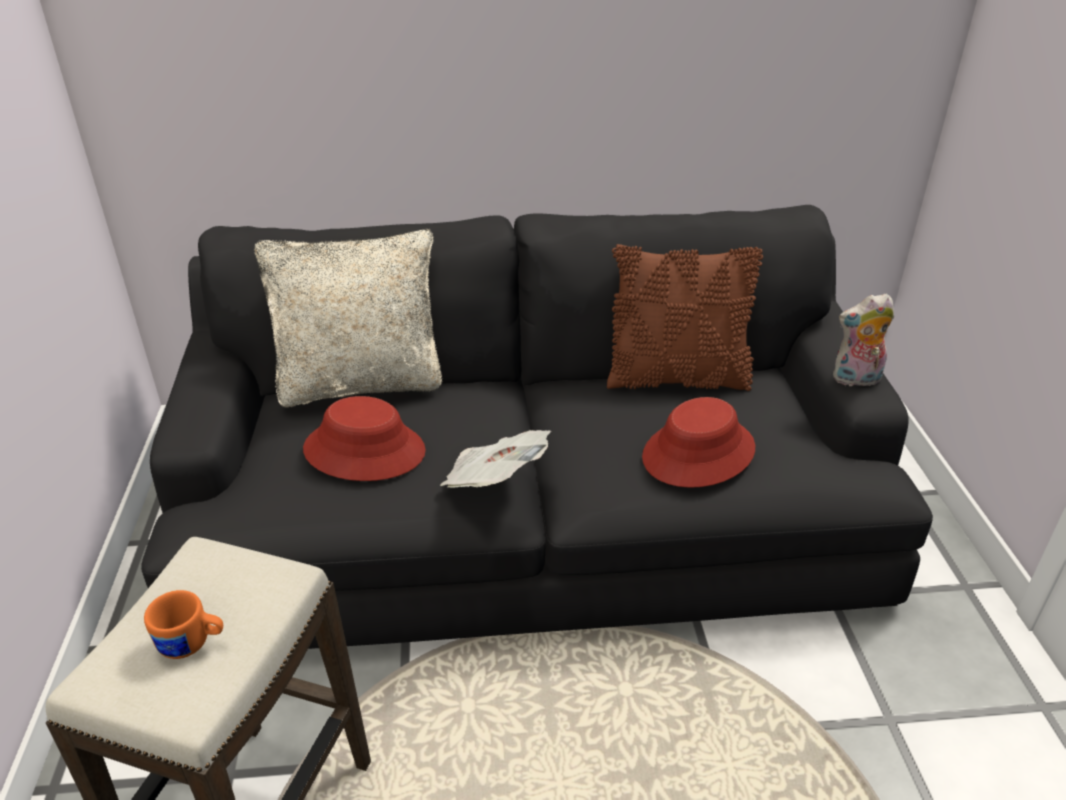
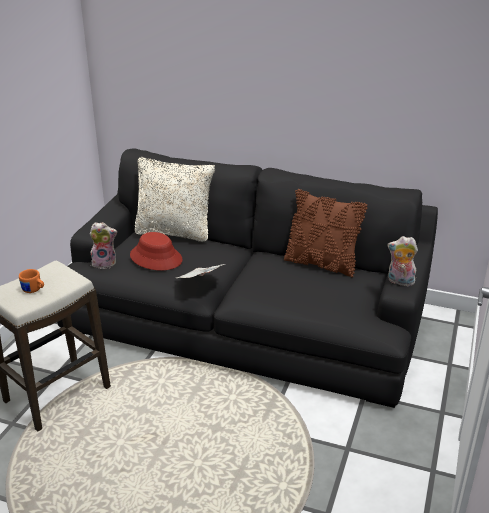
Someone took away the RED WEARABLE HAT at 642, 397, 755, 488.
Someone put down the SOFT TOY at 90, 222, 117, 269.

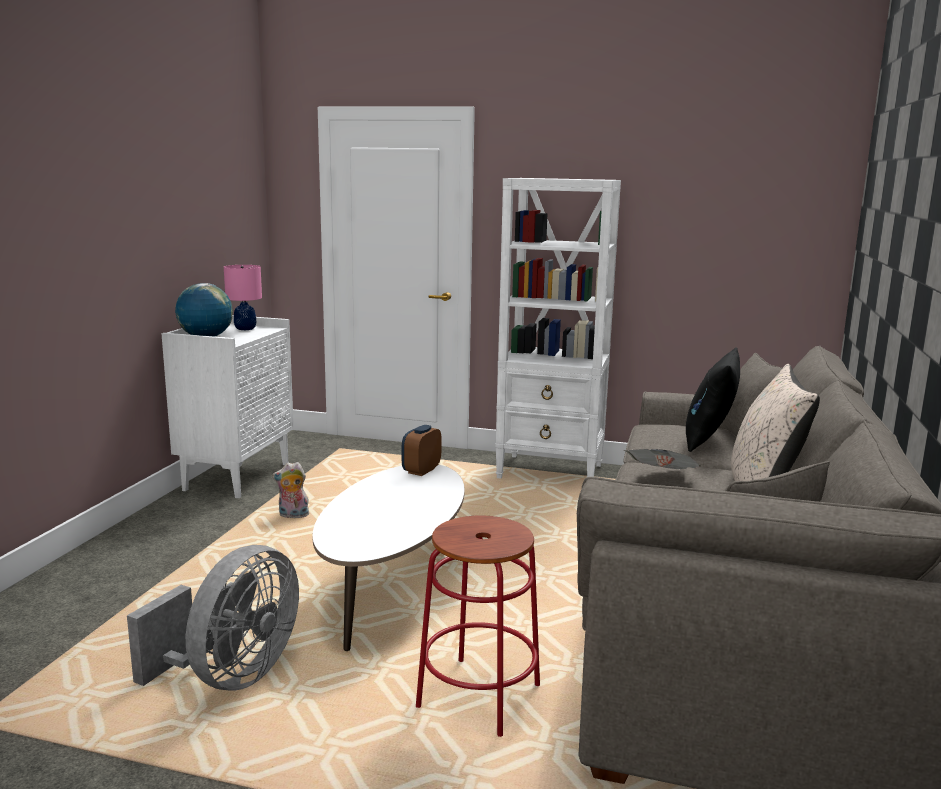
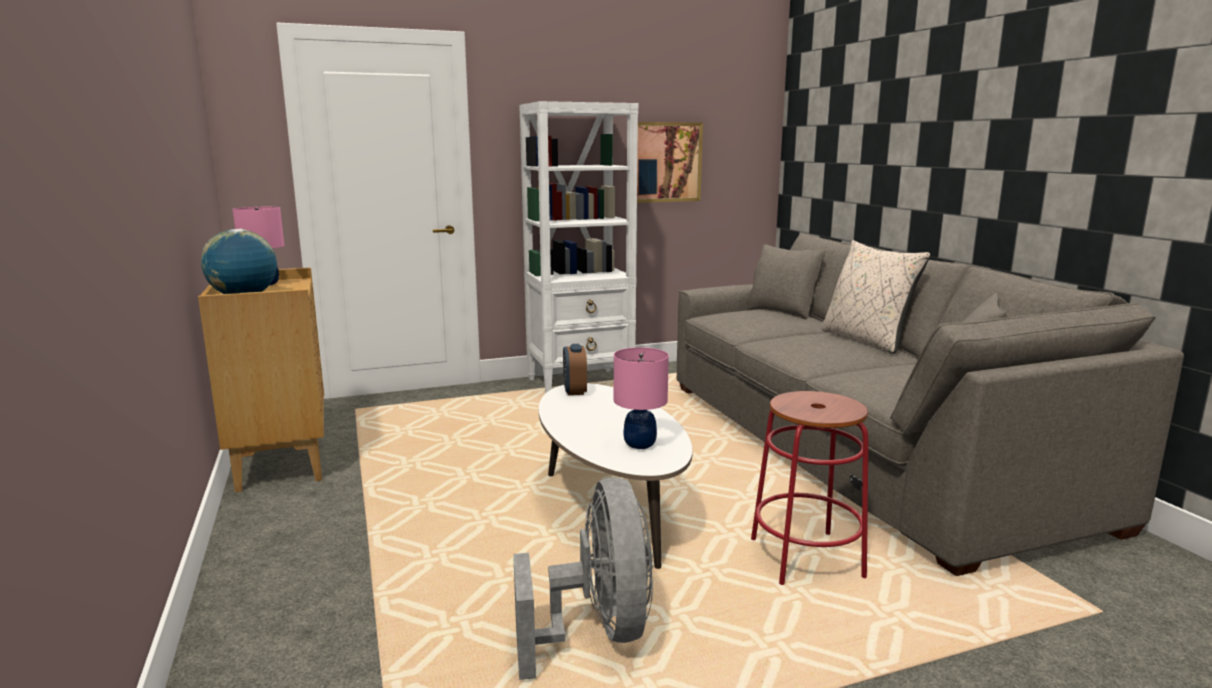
Someone took away the SOFT TOY at 272, 462, 312, 518.
Someone took away the PRINTED PAPER at 624, 449, 701, 469.
Someone took away the BLACK-COLOURED THROW PILLOW at 686, 347, 740, 452.
Someone put down the PINK TABLETOP LAMP at 614, 347, 669, 449.
Someone put up the WALL PICTURE at 637, 122, 703, 203.
Someone repainted the WHITE CUPBOARD at 161, 315, 294, 498, which became the BROWN-COLOURED CUPBOARD at 198, 267, 324, 492.

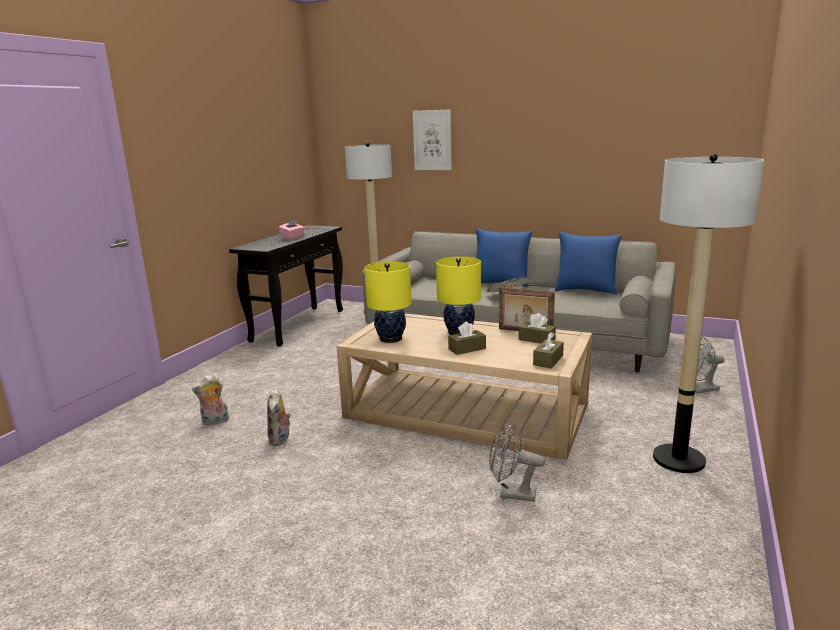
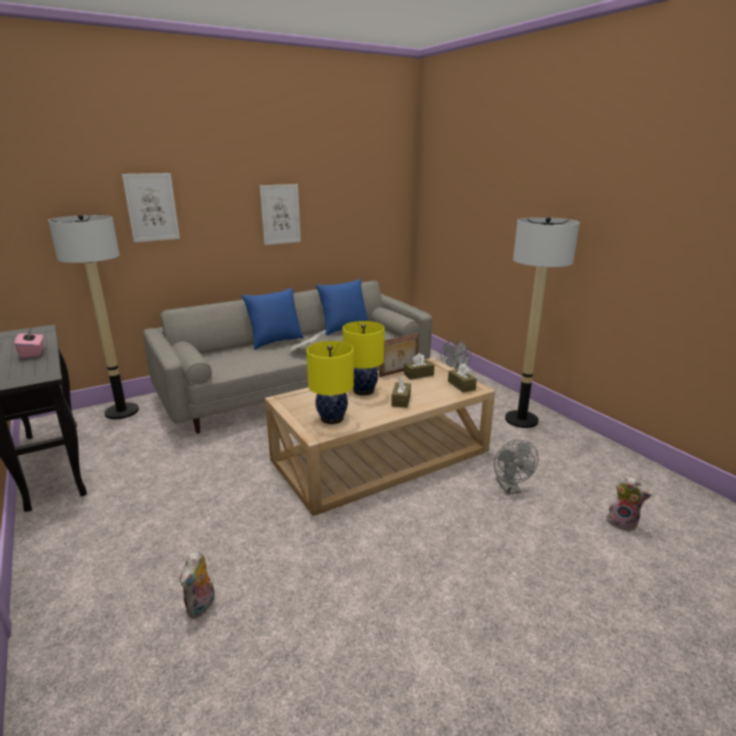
Someone put up the WALL PICTURE at 260, 184, 301, 245.
Someone carried the SOFT TOY from 267, 388, 291, 446 to 606, 476, 652, 532.
Someone rotated the GREYISH ELECTRIC FAN at 489, 423, 545, 502 by 60 degrees counterclockwise.

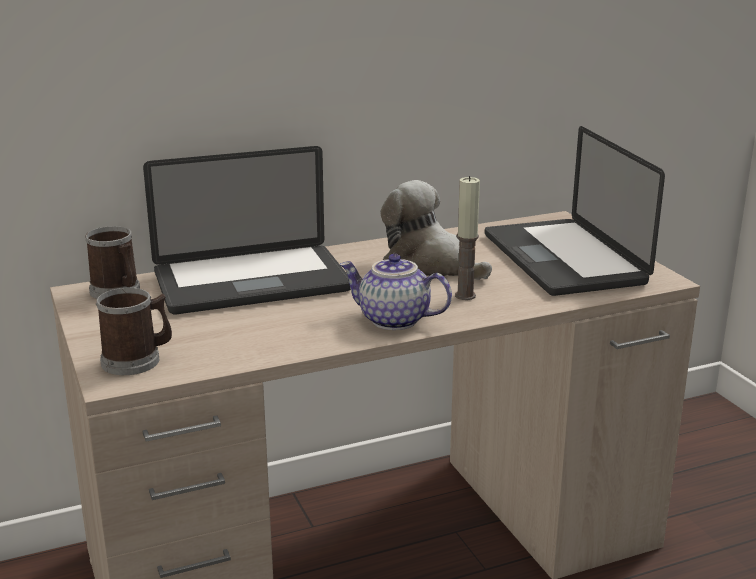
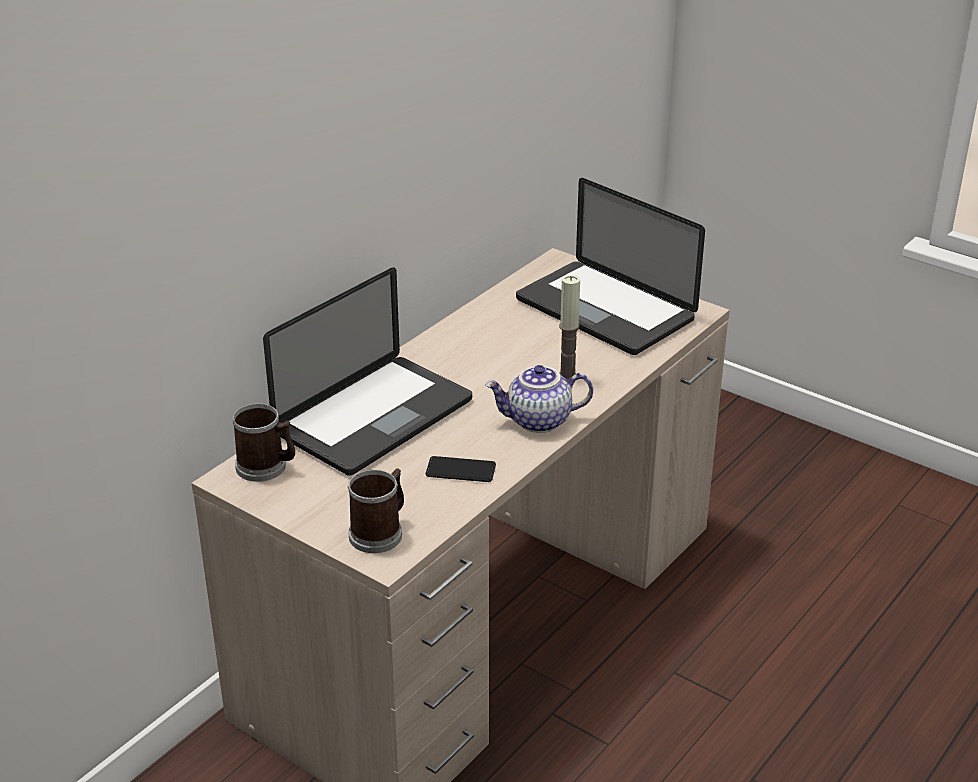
Someone took away the SOFT TOY at 380, 180, 492, 280.
Someone put down the PHONE at 426, 456, 496, 482.

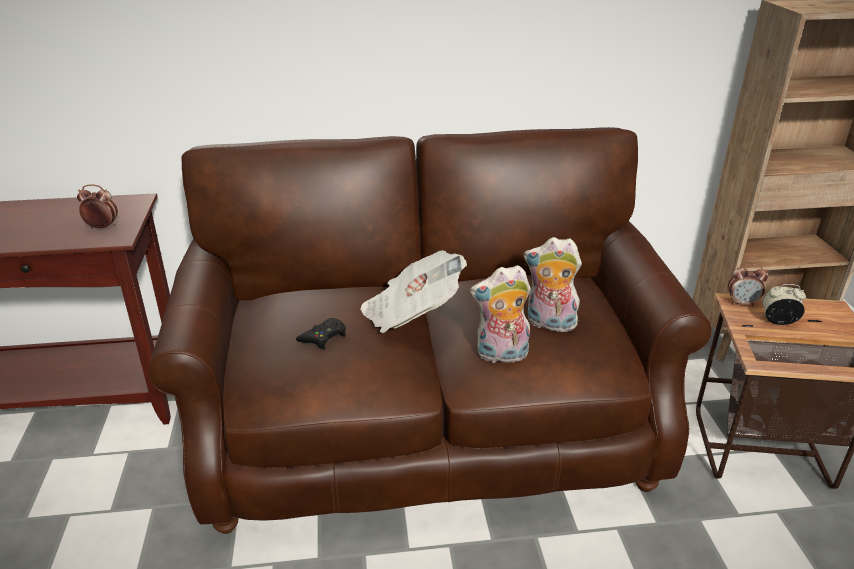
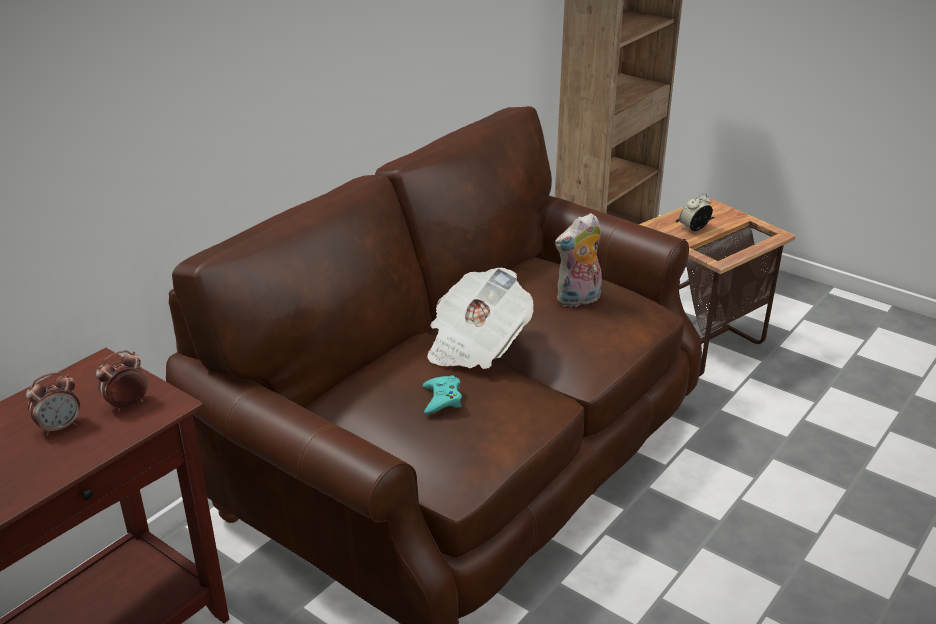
Someone took away the SOFT TOY at 470, 265, 531, 366.
Someone carried the ALARM CLOCK from 728, 264, 768, 306 to 26, 372, 80, 436.
Someone repainted the BLACK-COLOURED JOYPAD at 296, 318, 346, 349, which became the BLUE-GREEN JOYPAD at 422, 375, 462, 414.

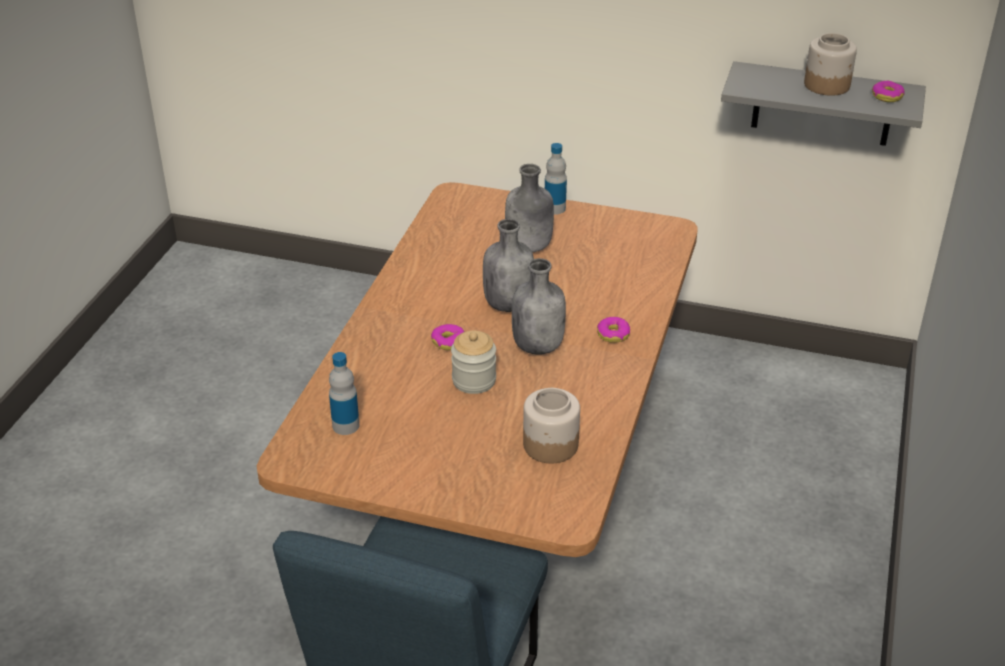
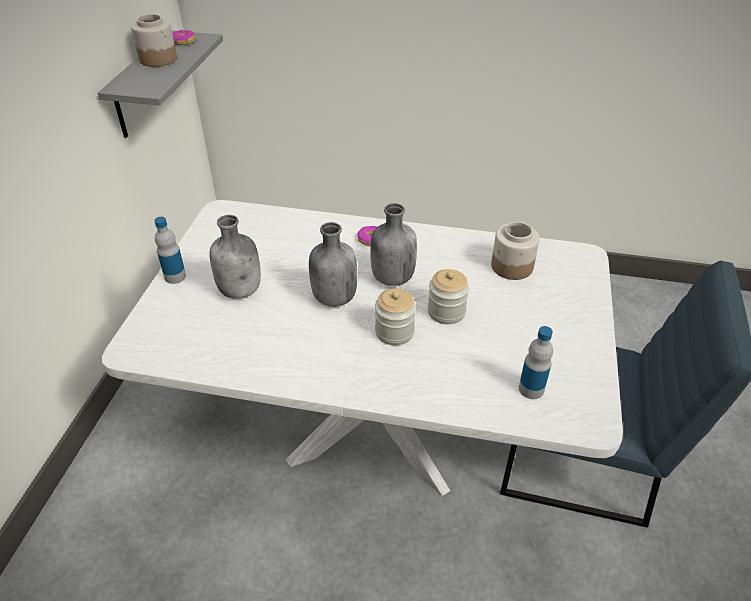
Someone swapped the RING DOUGHNUT at 431, 324, 465, 350 for the PRESERVE JAR at 375, 288, 416, 345.
Someone repainted the BROWN-COLOURED KITCHEN TABLE at 257, 182, 698, 557, which became the WHITE KITCHEN TABLE at 102, 200, 623, 496.

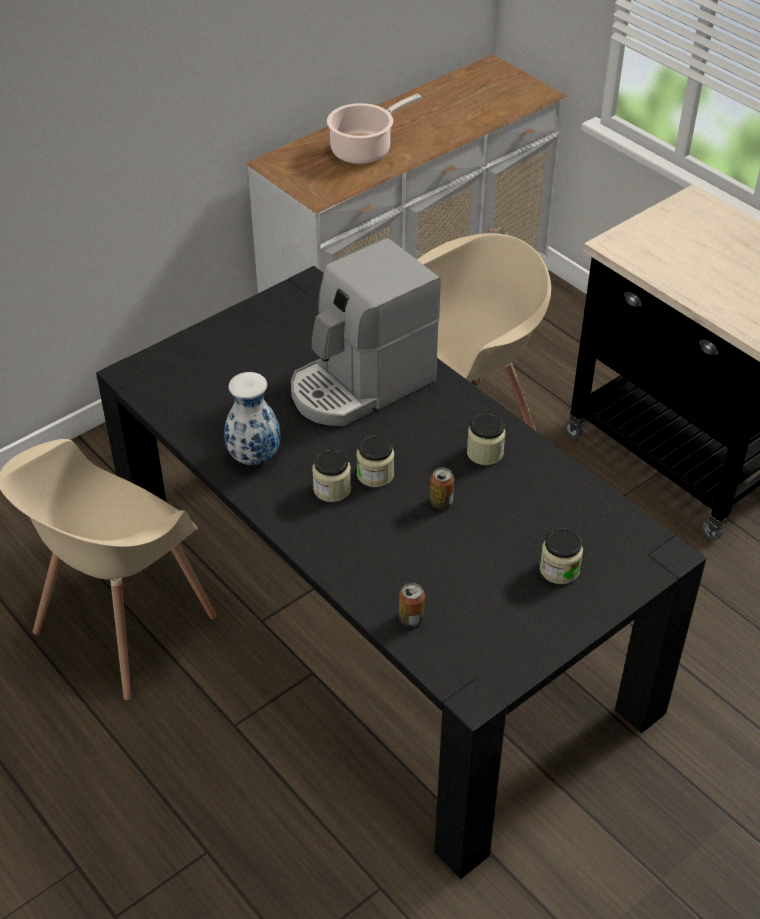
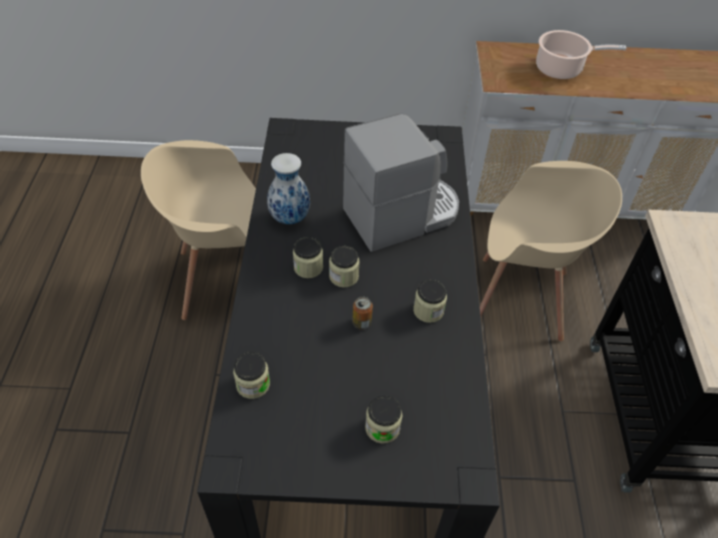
Someone swapped the METAL CAN at 399, 583, 425, 627 for the PRESERVE JAR at 233, 352, 270, 399.
Someone rotated the COFFEE MAKER at 291, 237, 441, 426 by 150 degrees clockwise.

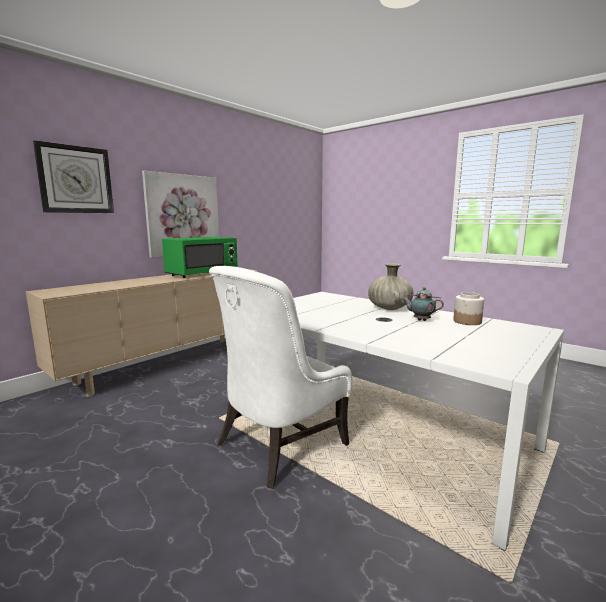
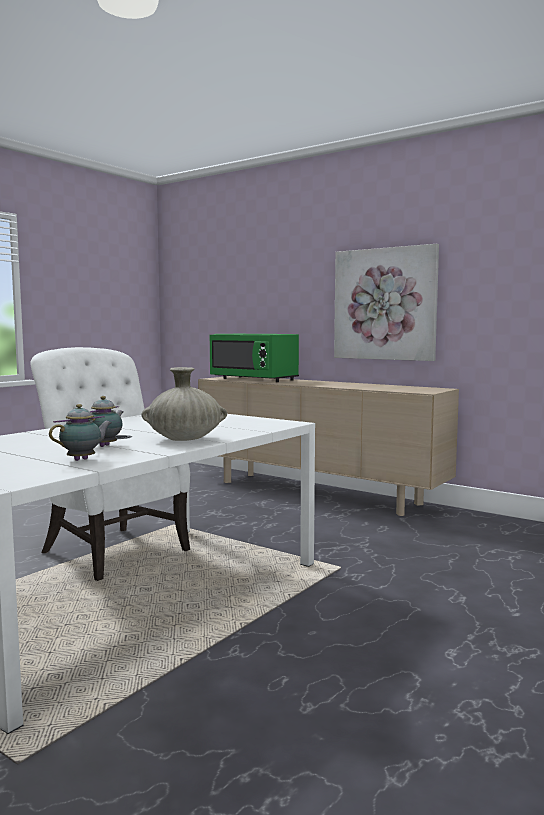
Someone took away the CLOCK ON THE WALL at 33, 140, 114, 213.
Someone carried the GREEN-COLOURED MICROWAVE from 162, 237, 238, 278 to 210, 334, 299, 382.
Someone swapped the PRESERVE JAR at 453, 292, 484, 325 for the POT FOR TEA at 49, 404, 111, 461.

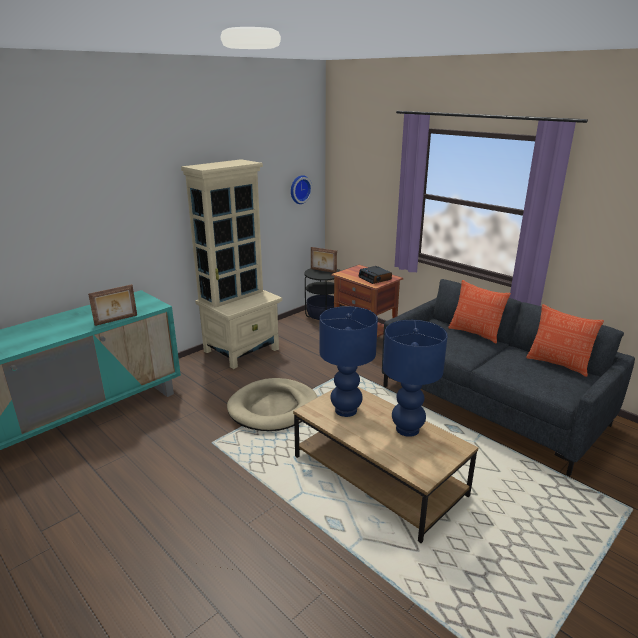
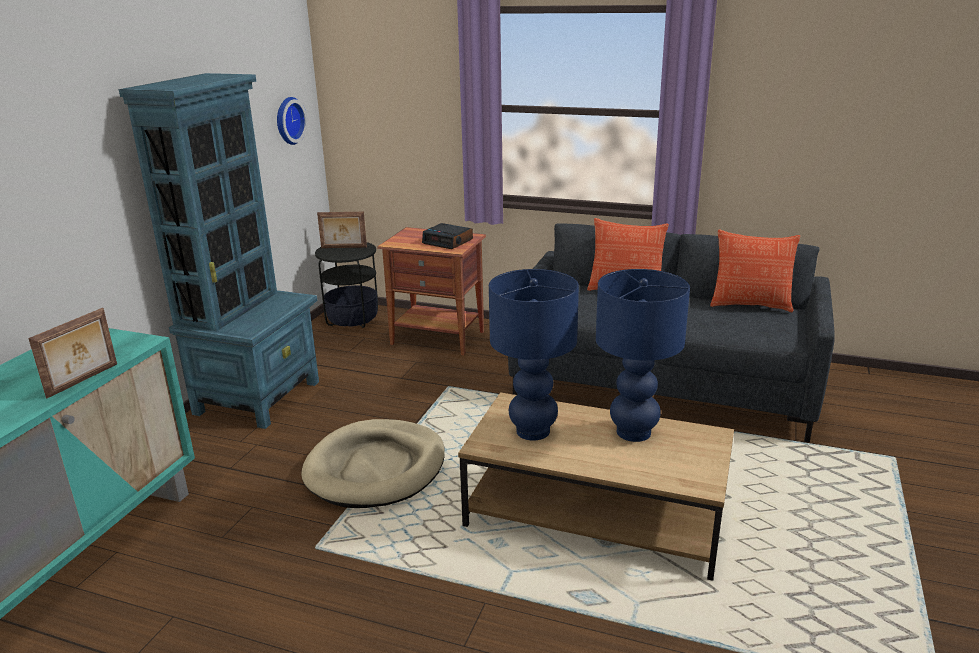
Someone repainted the SAND-COLOURED CUPBOARD at 181, 159, 282, 369, which became the BLUE-COLOURED CUPBOARD at 119, 73, 319, 429.

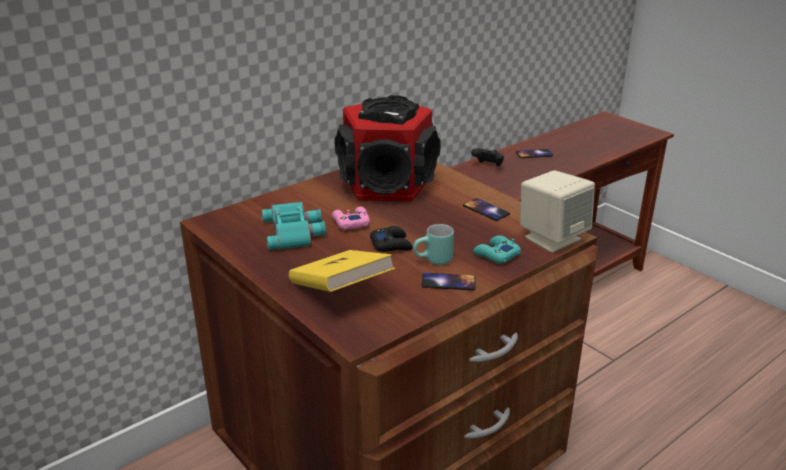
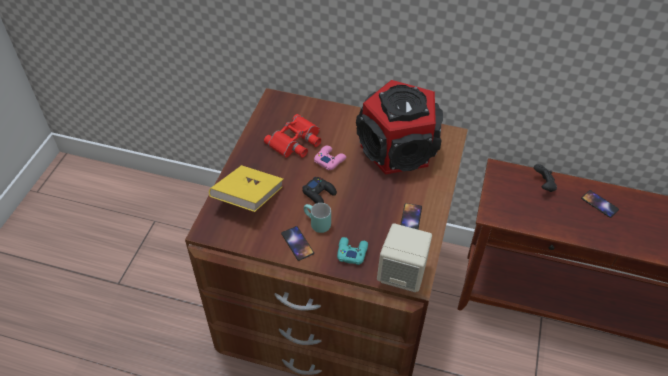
Someone repainted the BLUE-GREEN FIELD GLASSES at 262, 202, 326, 250, which became the RED FIELD GLASSES at 264, 114, 321, 158.

